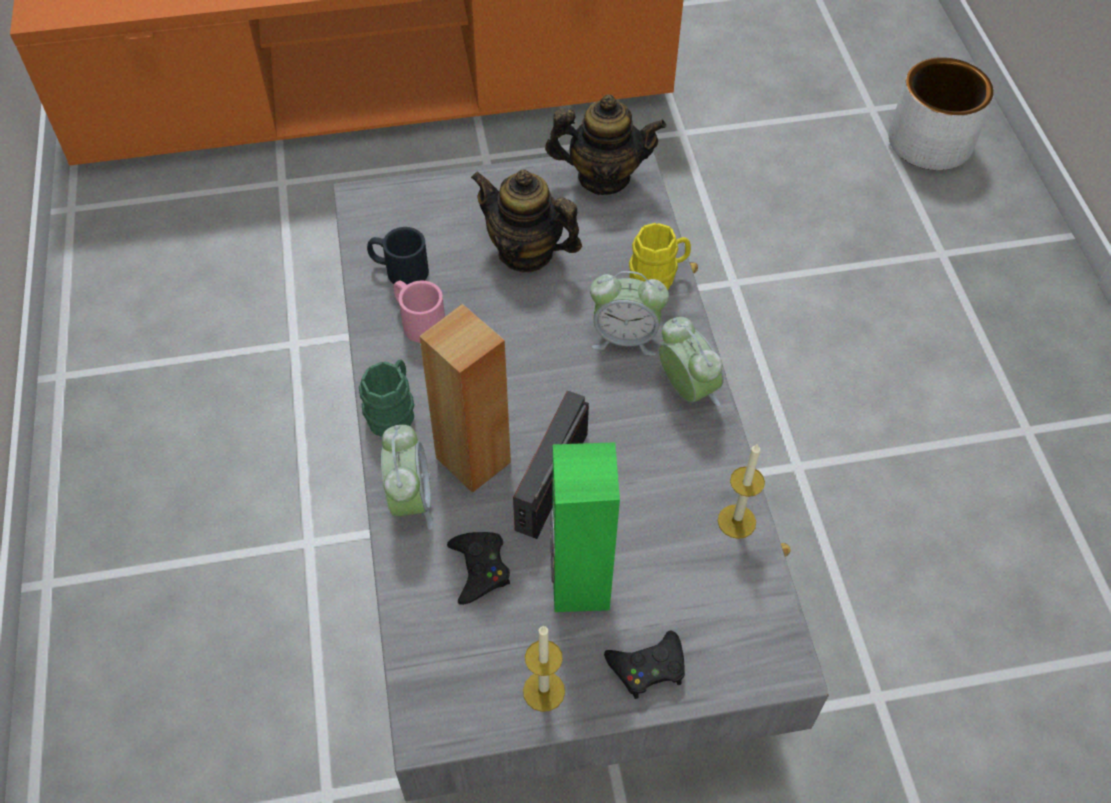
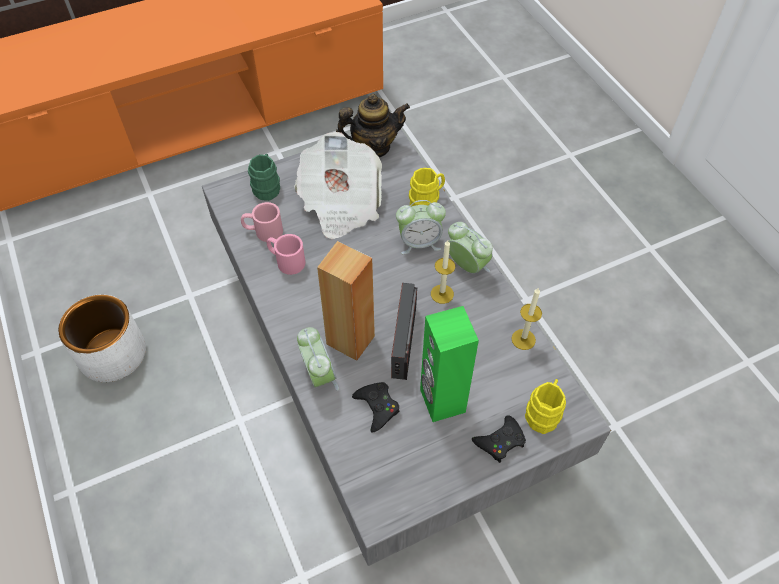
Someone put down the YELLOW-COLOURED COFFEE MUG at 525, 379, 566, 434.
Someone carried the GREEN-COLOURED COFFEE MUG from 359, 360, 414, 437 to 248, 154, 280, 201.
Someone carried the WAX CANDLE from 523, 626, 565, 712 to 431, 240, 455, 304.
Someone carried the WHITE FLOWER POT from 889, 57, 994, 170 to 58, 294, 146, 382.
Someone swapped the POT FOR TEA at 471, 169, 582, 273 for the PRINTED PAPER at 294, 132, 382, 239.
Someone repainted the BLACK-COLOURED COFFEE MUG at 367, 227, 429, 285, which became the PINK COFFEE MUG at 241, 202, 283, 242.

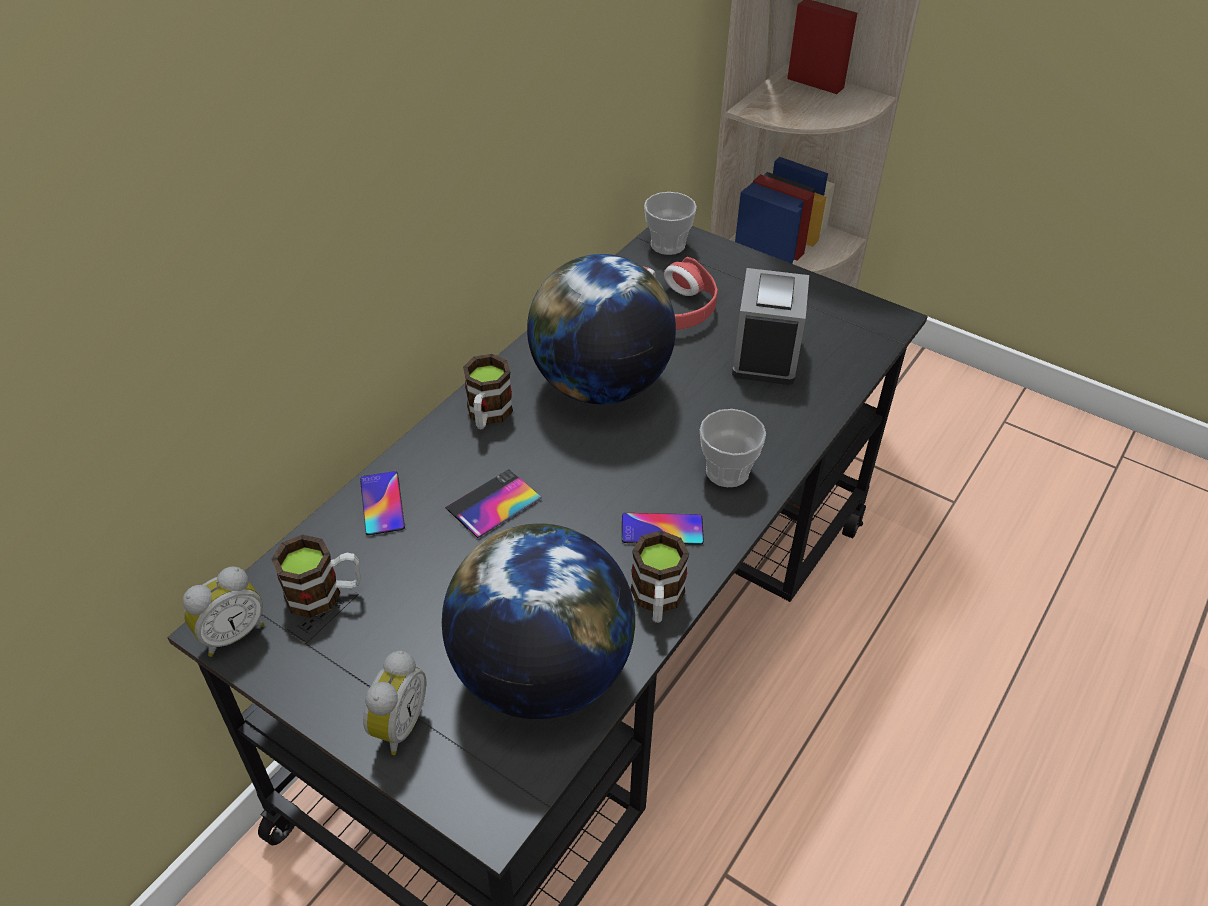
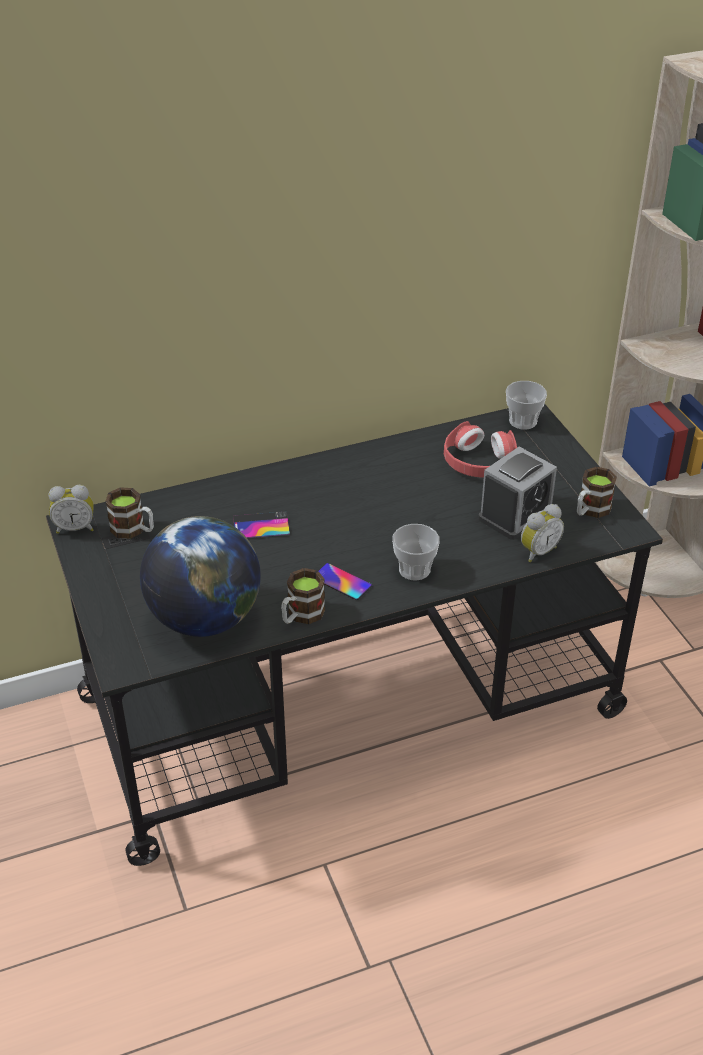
Someone took away the PHONE at 360, 471, 405, 535.
Someone took away the DESK GLOBE at 527, 254, 676, 404.
Someone carried the ALARM CLOCK from 363, 651, 427, 755 to 521, 504, 564, 562.
Someone carried the COFFEE MUG from 463, 354, 513, 429 to 577, 467, 617, 518.

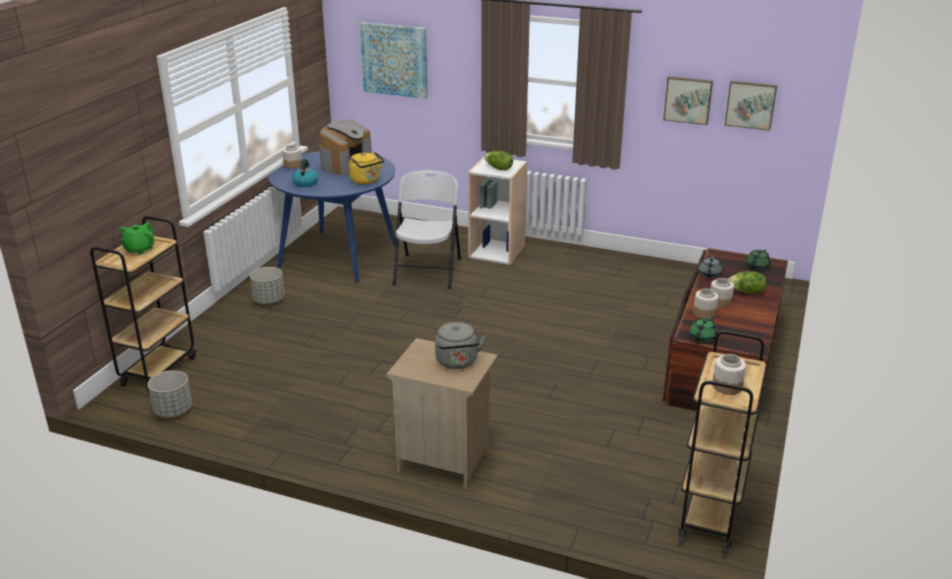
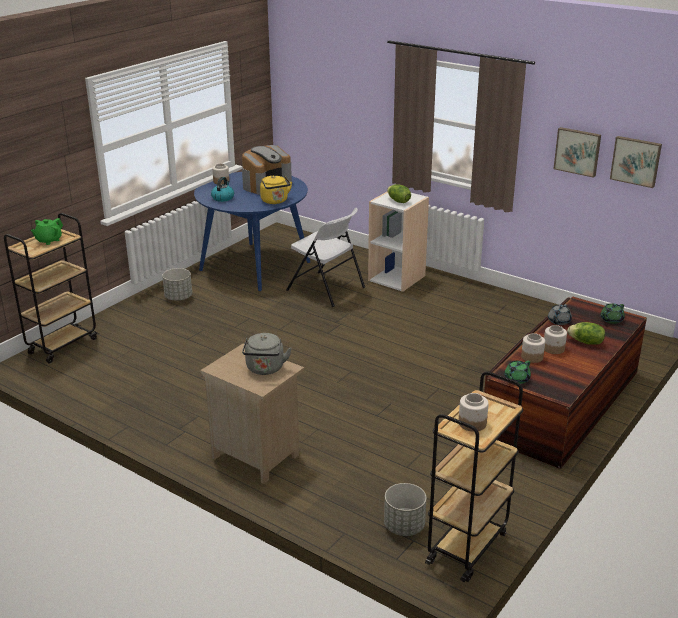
Someone took away the WALL PICTURE at 360, 22, 428, 99.
Someone carried the GREYISH FLOWER POT from 148, 370, 192, 417 to 384, 483, 426, 536.
Someone rotated the WHITE UPRIGHT CHAIR at 393, 170, 461, 289 by 105 degrees clockwise.

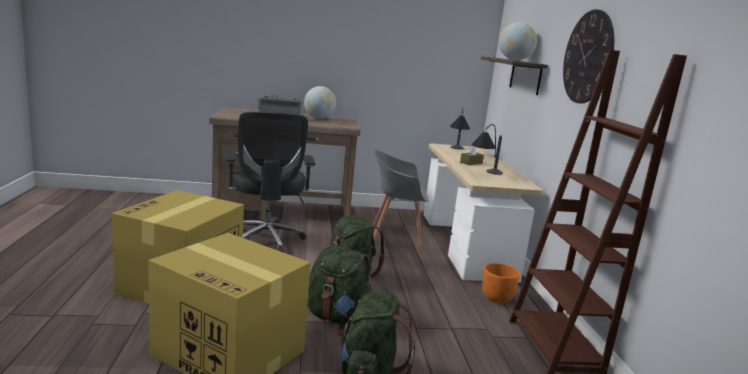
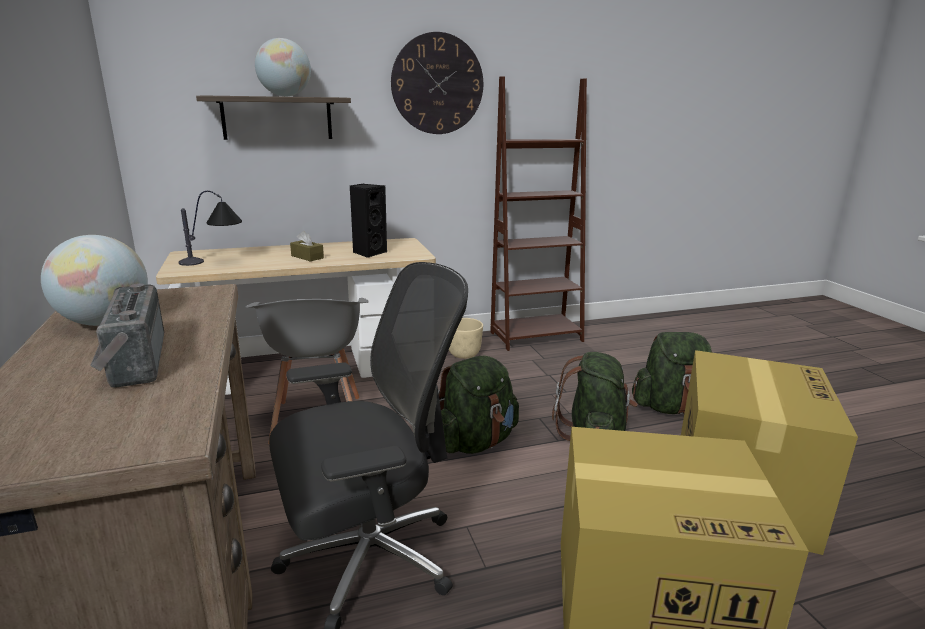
Someone swapped the TABLETOP LAMP at 472, 124, 503, 175 for the BLACK-COLOURED AUDIO SPEAKER at 350, 184, 387, 258.
Someone repainted the ORANGE-COLOURED FLOWER POT at 482, 263, 520, 303, which became the SAND-COLOURED FLOWER POT at 449, 318, 483, 359.

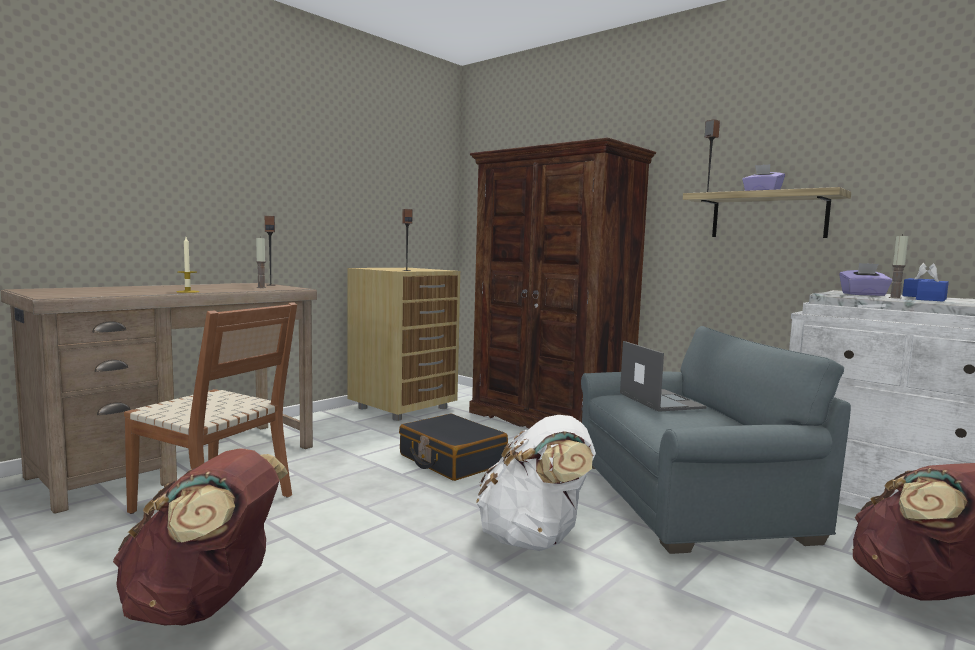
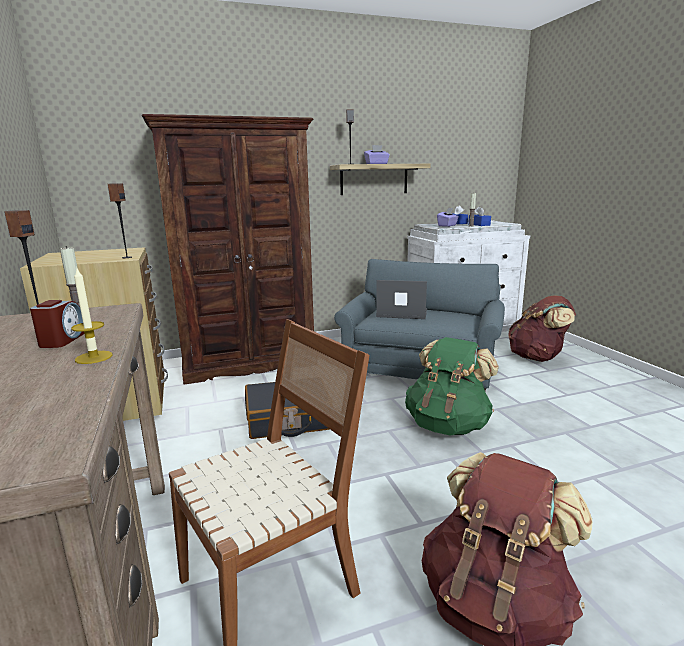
Someone put down the ALARM CLOCK at 30, 300, 84, 348.
Someone repainted the WHITE KNAPSACK at 476, 415, 596, 551, which became the GREEN-COLOURED KNAPSACK at 405, 337, 499, 436.

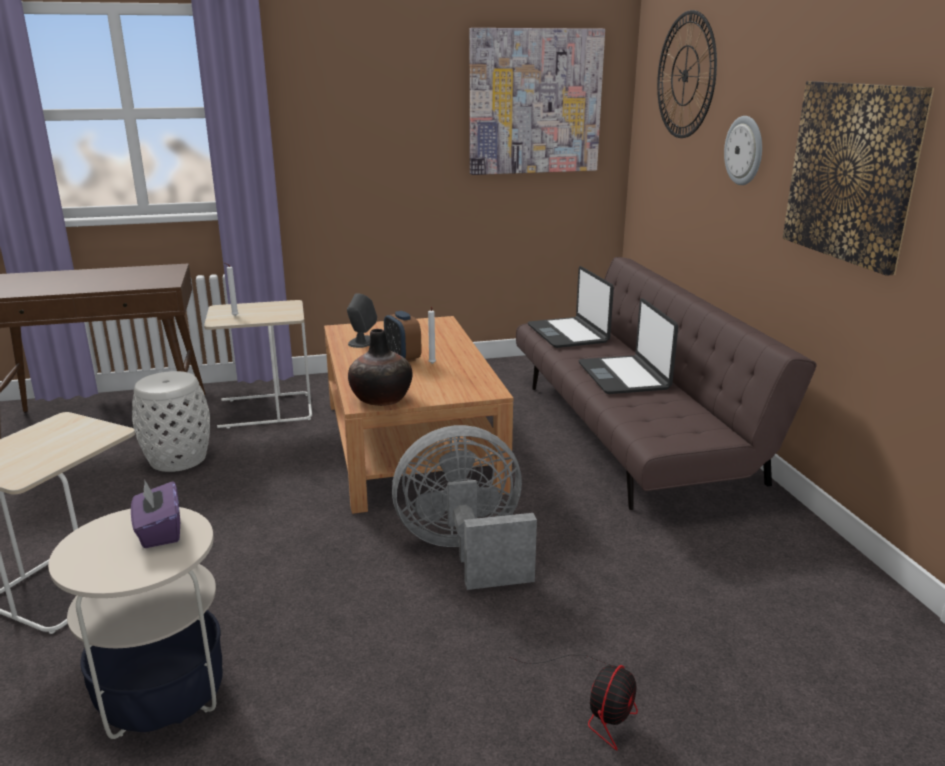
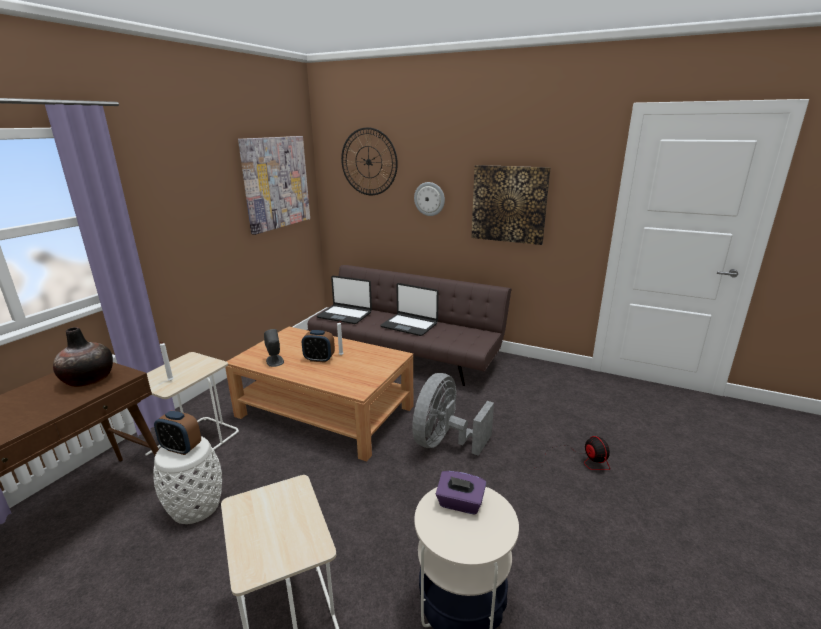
Someone put down the ALARM CLOCK at 154, 411, 201, 455.
Someone carried the FLOWER VASE from 348, 329, 413, 406 to 53, 327, 113, 387.

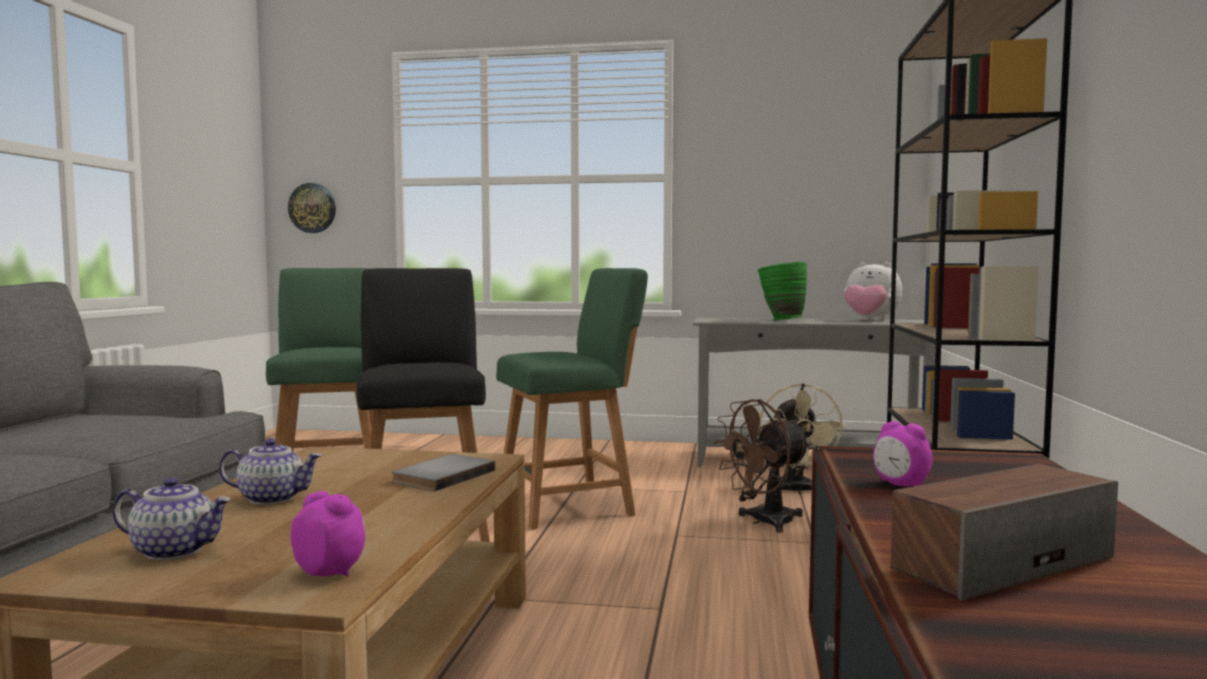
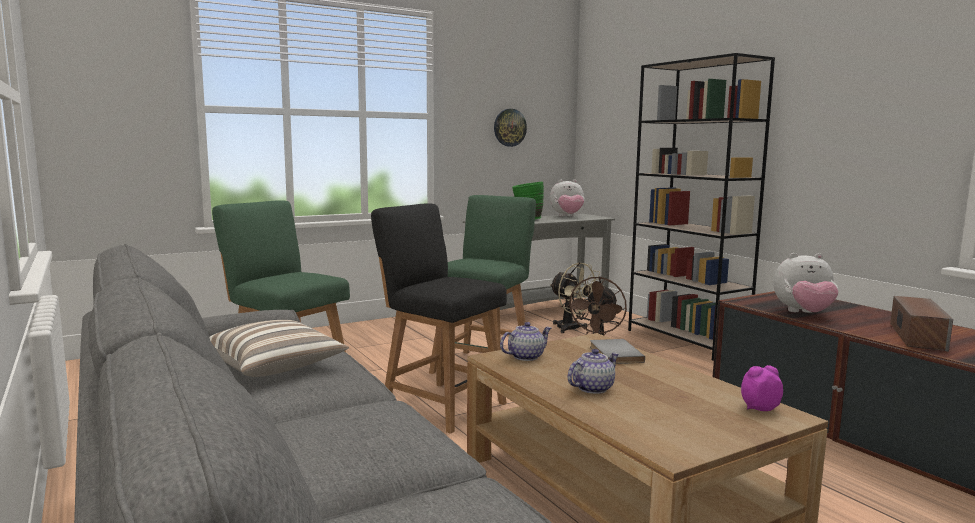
Someone put down the THROW PILLOW at 209, 320, 349, 377.
Someone carried the POT FOR TEA from 112, 477, 231, 560 to 500, 322, 552, 361.
Someone carried the CLOCK ON THE WALL from 288, 183, 336, 233 to 494, 109, 527, 147.
Someone swapped the ALARM CLOCK at 873, 421, 933, 486 for the SOFT TOY at 774, 253, 839, 313.

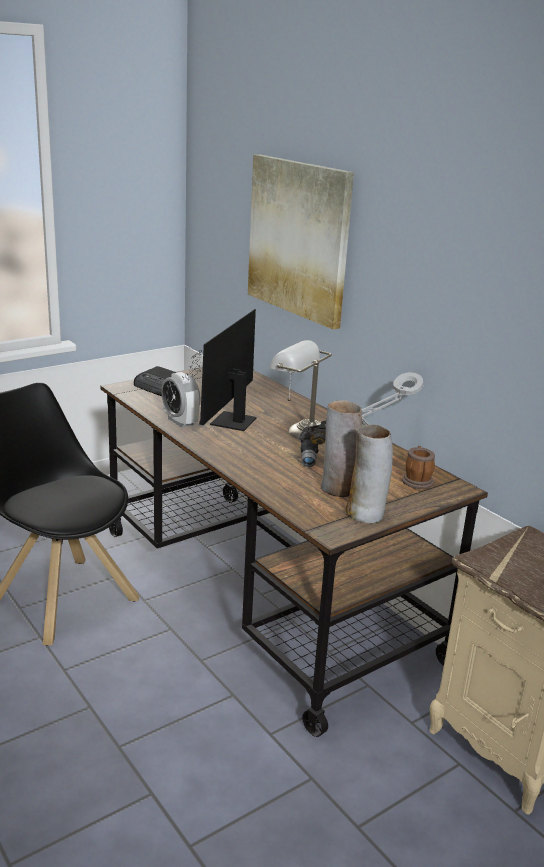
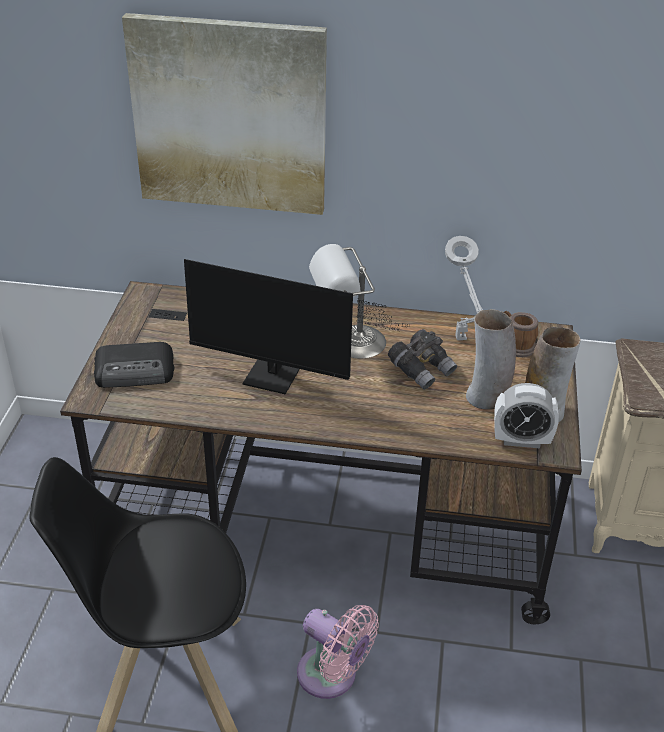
Someone put down the PINK ELECTRIC FAN at 297, 605, 379, 699.
Someone carried the ALARM CLOCK from 161, 372, 201, 428 to 494, 383, 559, 448.
Someone rotated the COMPUTER DISPLAY at 182, 309, 257, 431 by 45 degrees counterclockwise.

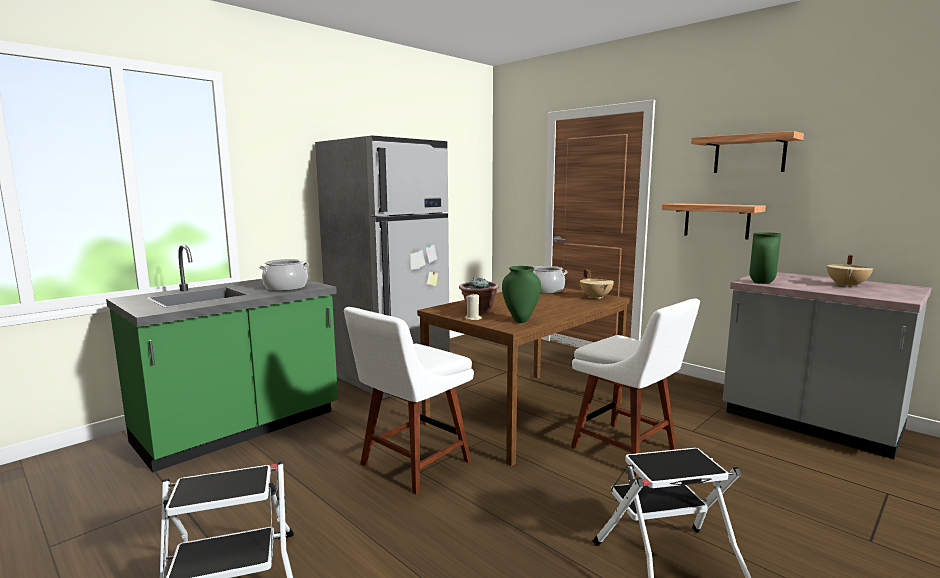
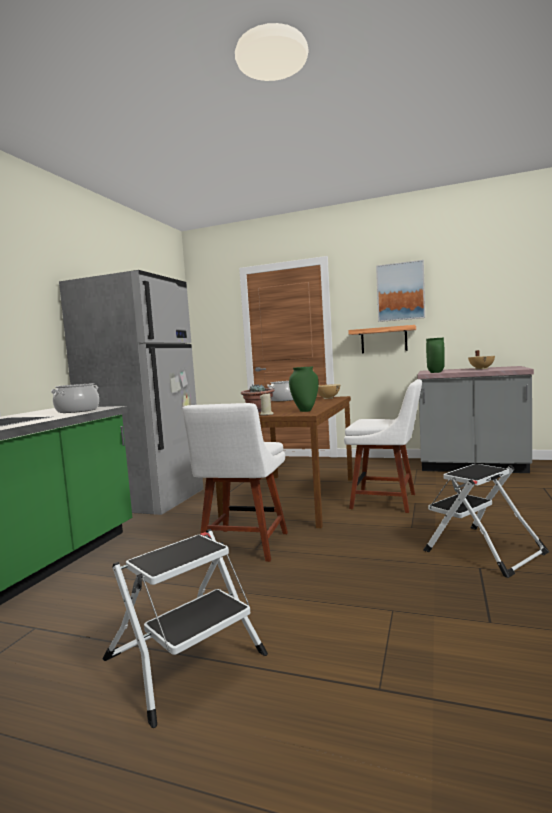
Someone swapped the SHELF at 691, 131, 804, 173 for the WALL PICTURE at 376, 260, 425, 322.

